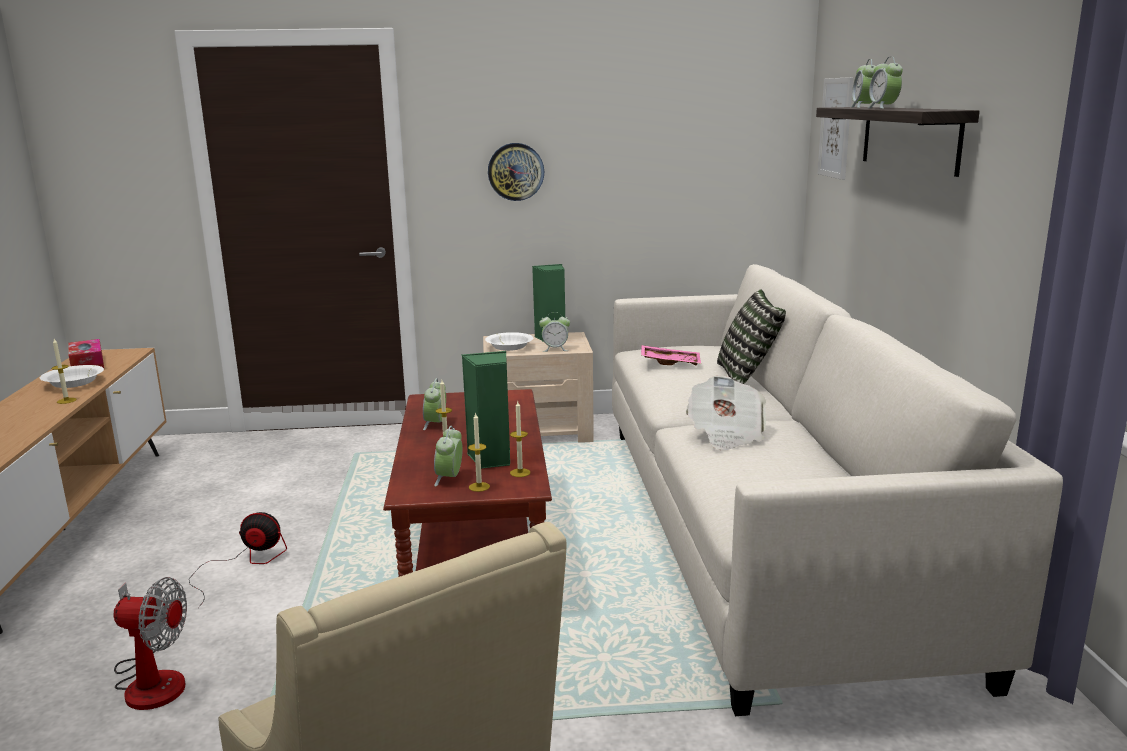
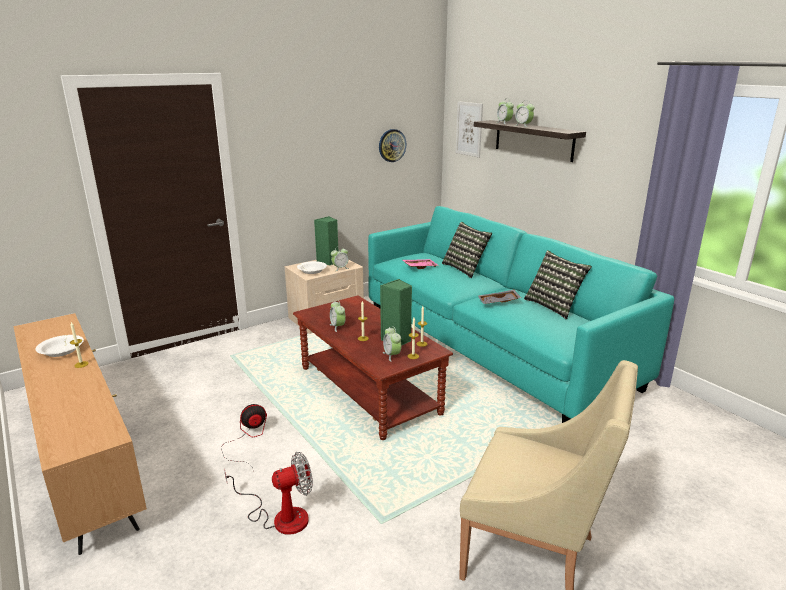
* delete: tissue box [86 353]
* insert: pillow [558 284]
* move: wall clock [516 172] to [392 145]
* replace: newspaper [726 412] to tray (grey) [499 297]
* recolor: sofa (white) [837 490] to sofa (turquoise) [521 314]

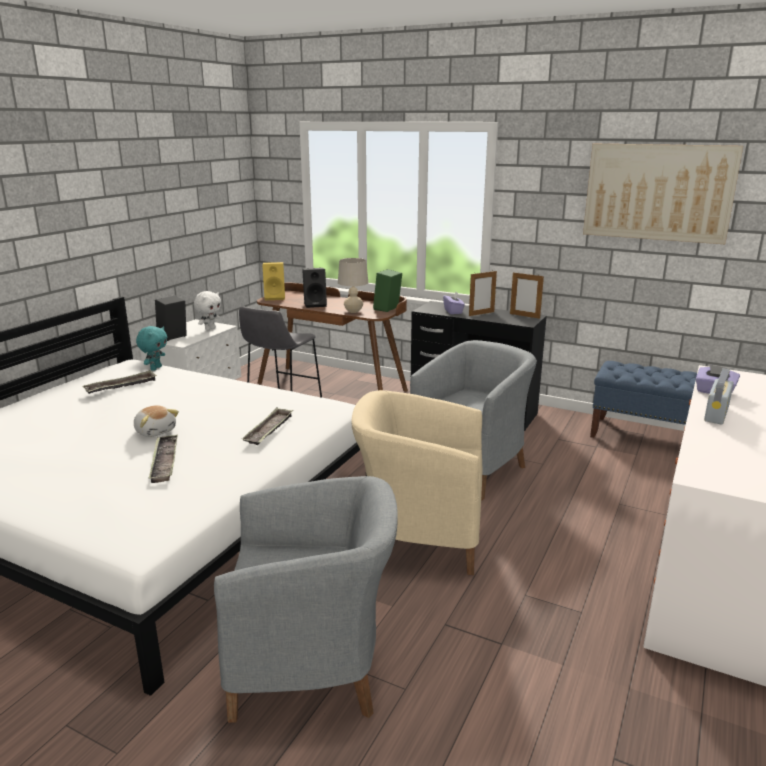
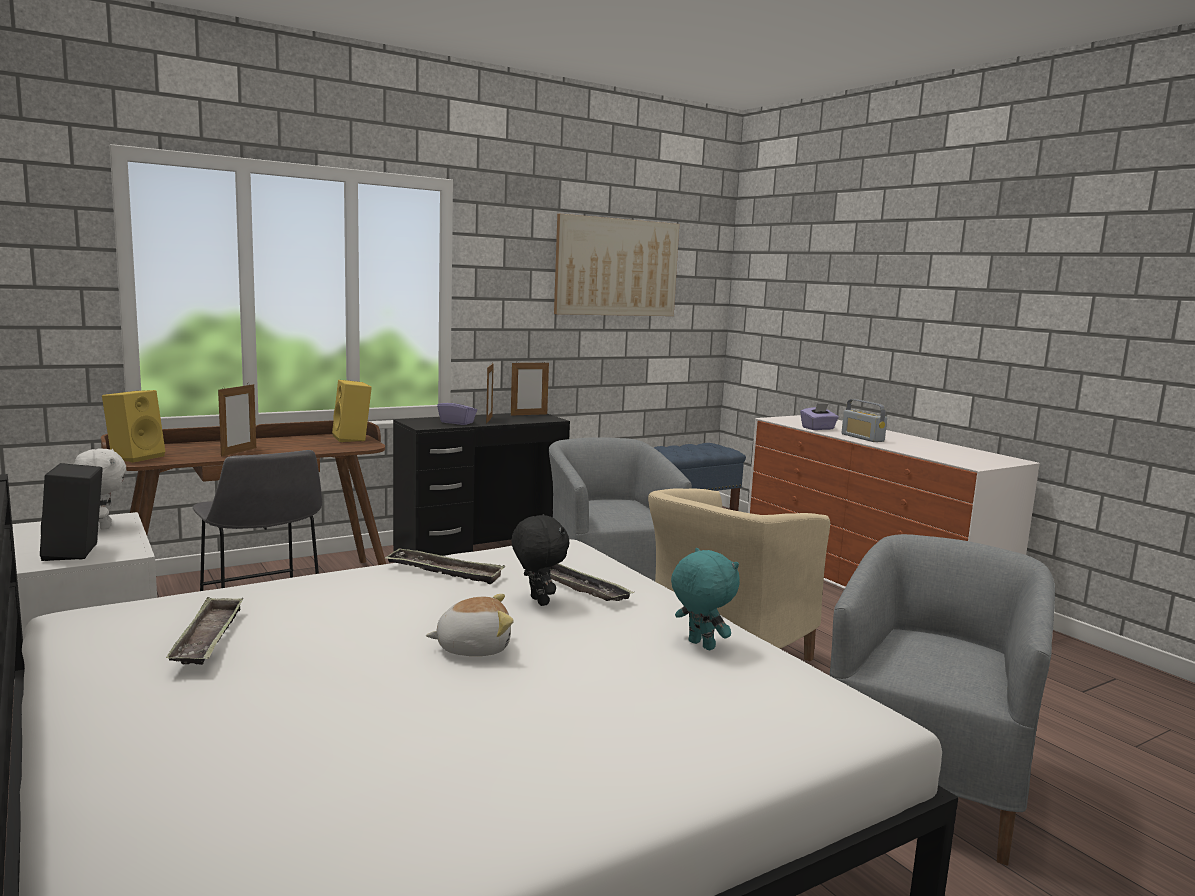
* delete: table lamp (beige) [353 285]
* insert: plush toy (black) [541 560]
* move: plush toy (turquoise) [151 348] to [705 599]
* move: tray [163 459] to [444 566]
* replace: speaker (black) [314 288] to picture frame [237 420]
* recolor: speaker (green) [387 290] to speaker (yellow) [352 411]

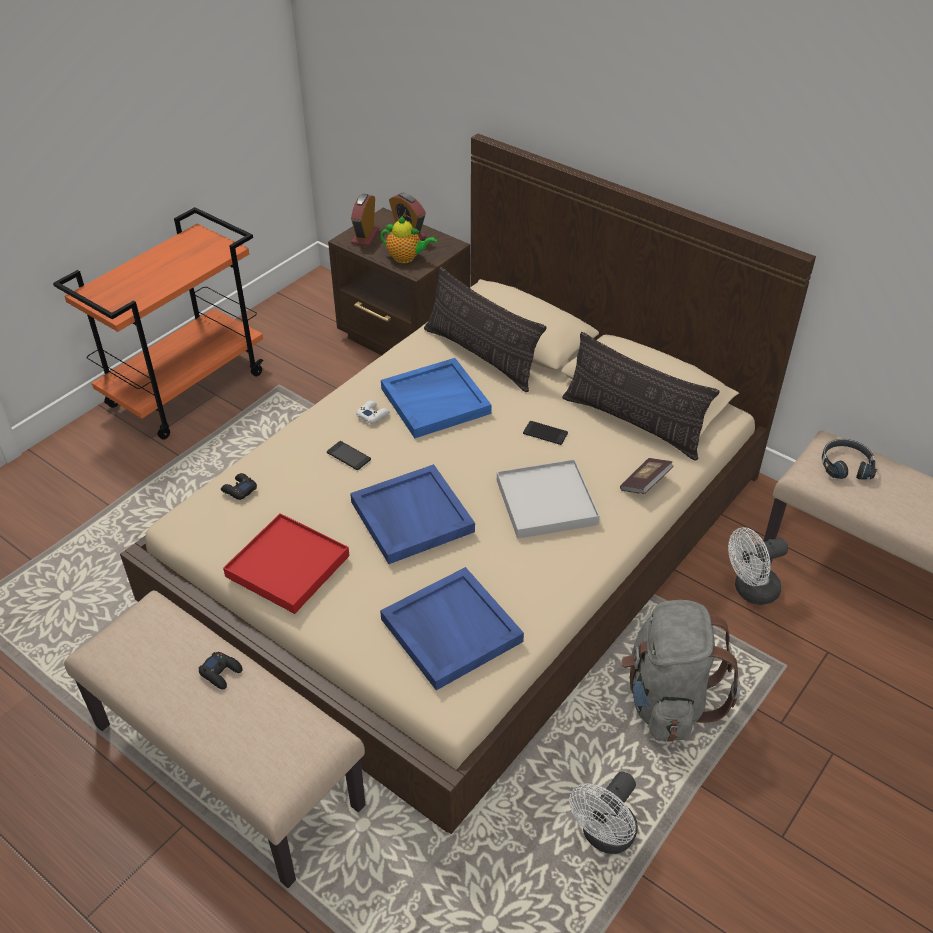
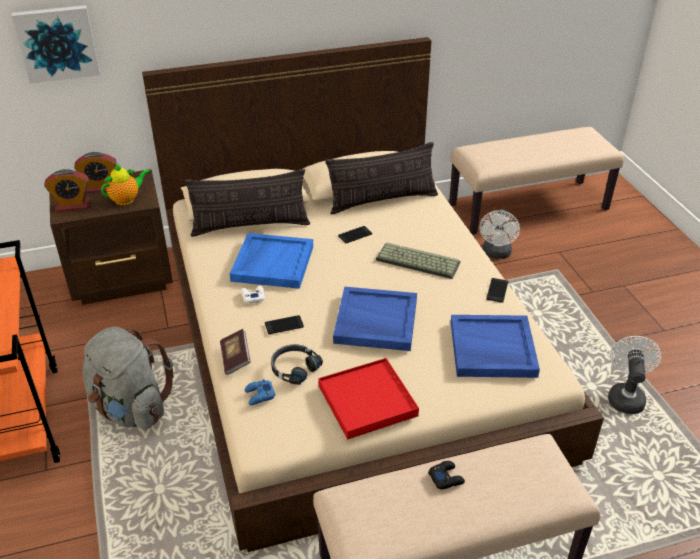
* insert: picture [56 44]
* insert: phone [497 290]
* move: book [647 476] to [235 352]
* move: backpack (grey) [680 671] to [128 378]
* move: headphones (black) [849 459] to [297 364]
* replace: tray (white) [548 499] to keyboard [418 261]
* recolor: game controller (black) [239 486] to game controller (blue) [260 392]
* rotate: alarm clock [365 220] = [66 190] 60 degrees counterclockwise
* rotate: fan (white) [603 812] = [635 375] 150 degrees counterclockwise

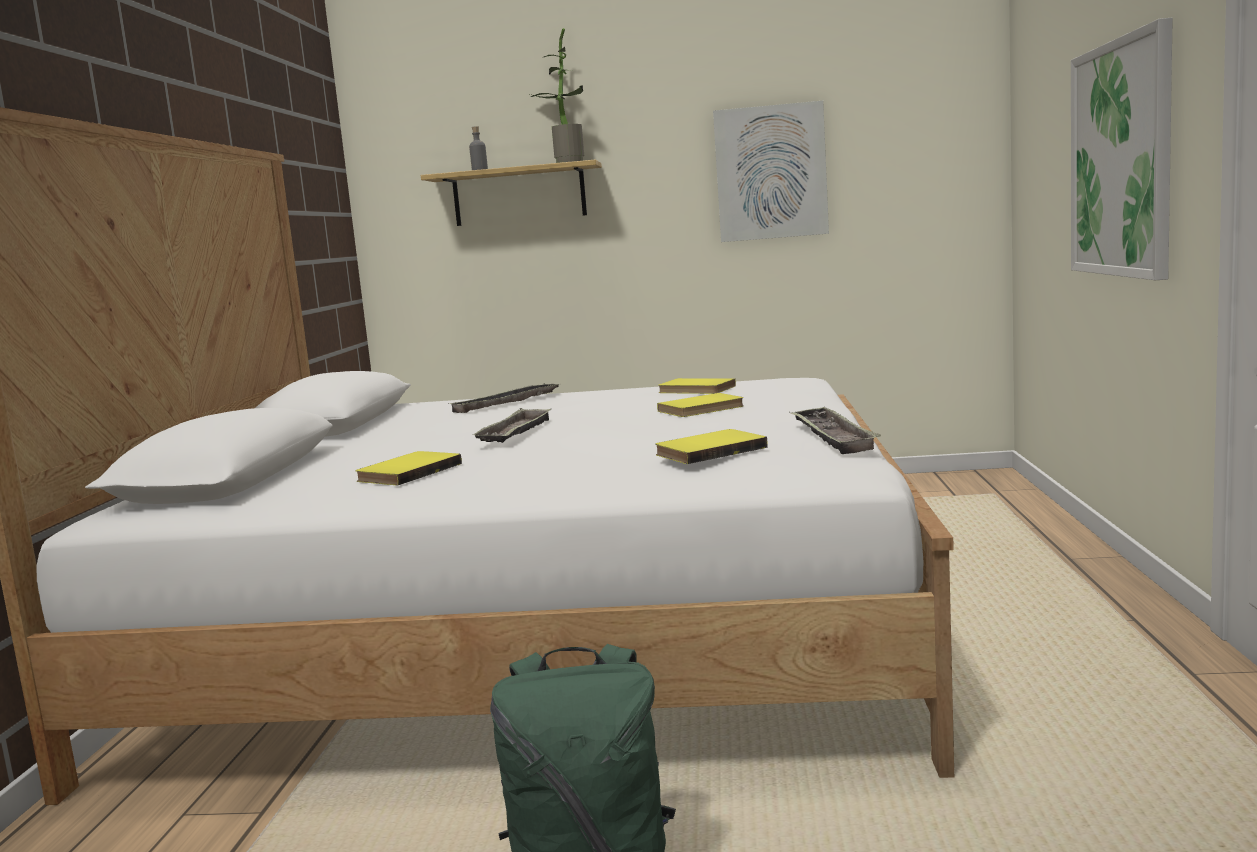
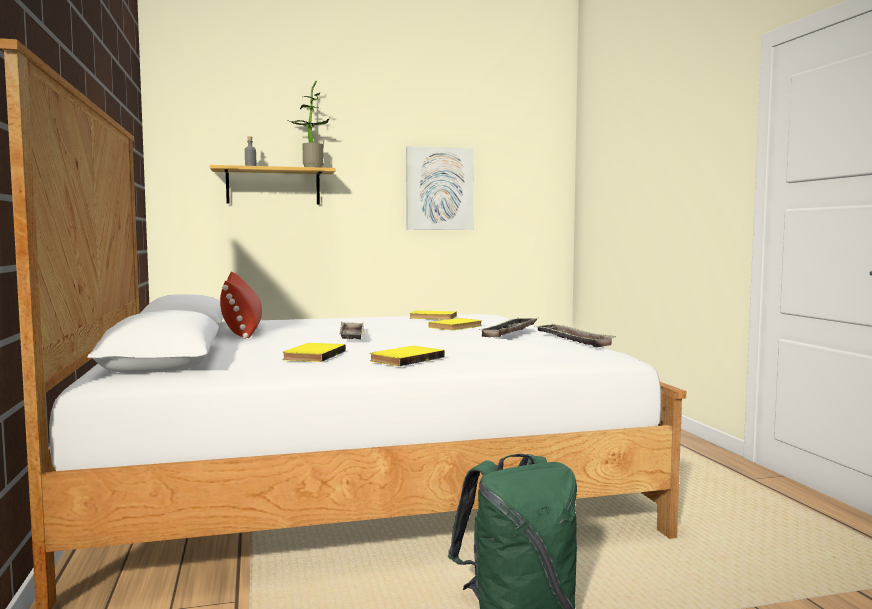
* delete: picture [1122 149]
* insert: pillow (red) [241 305]
* move: tray [505 398] to [508 327]
* move: book (yellow) [711 446] to [407 356]

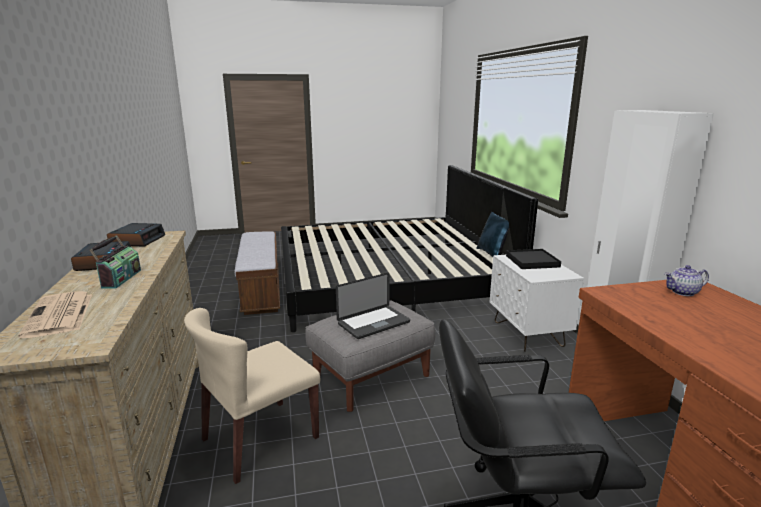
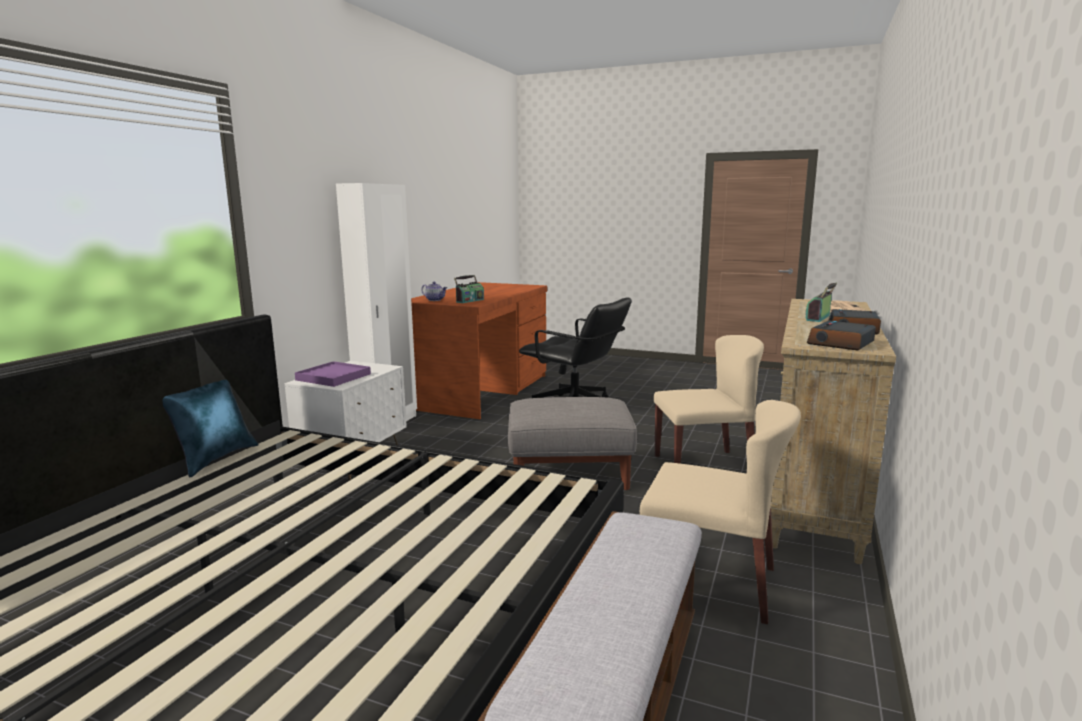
* delete: laptop [373 306]
* insert: radio [469 289]
* insert: chair (beige) [720 512]
* recolor: tray (black) [533 259] to tray (purple) [333 374]

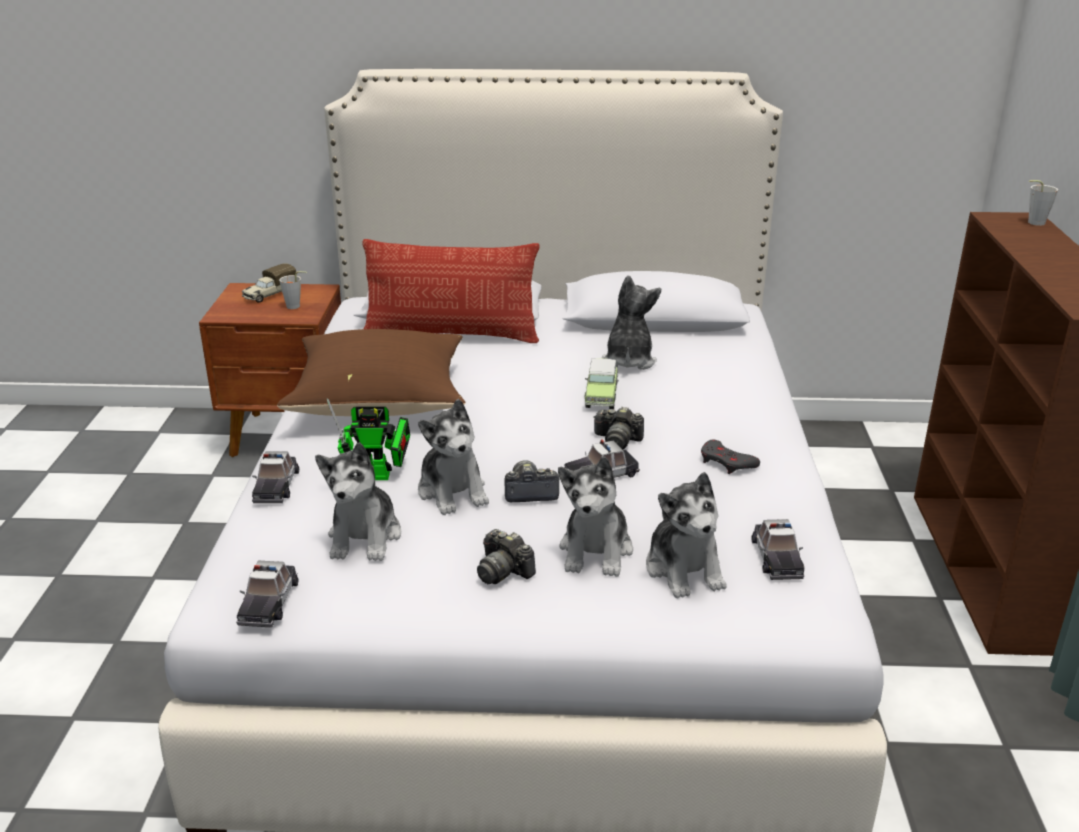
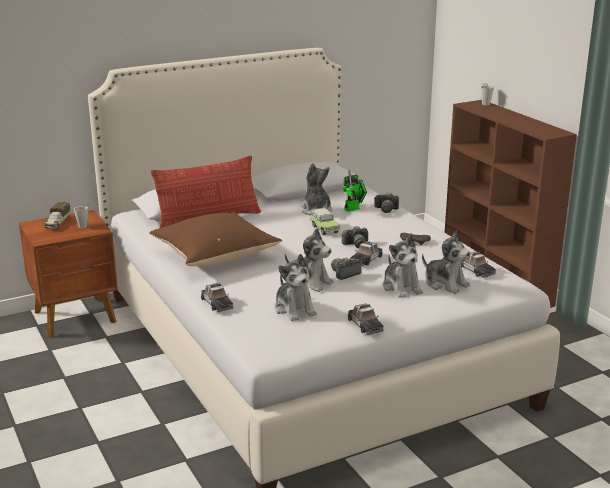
* move: toy car [267 594] to [366 319]
* move: toy robot [368 439] to [355 191]
* move: photo camera [506 556] to [386 203]

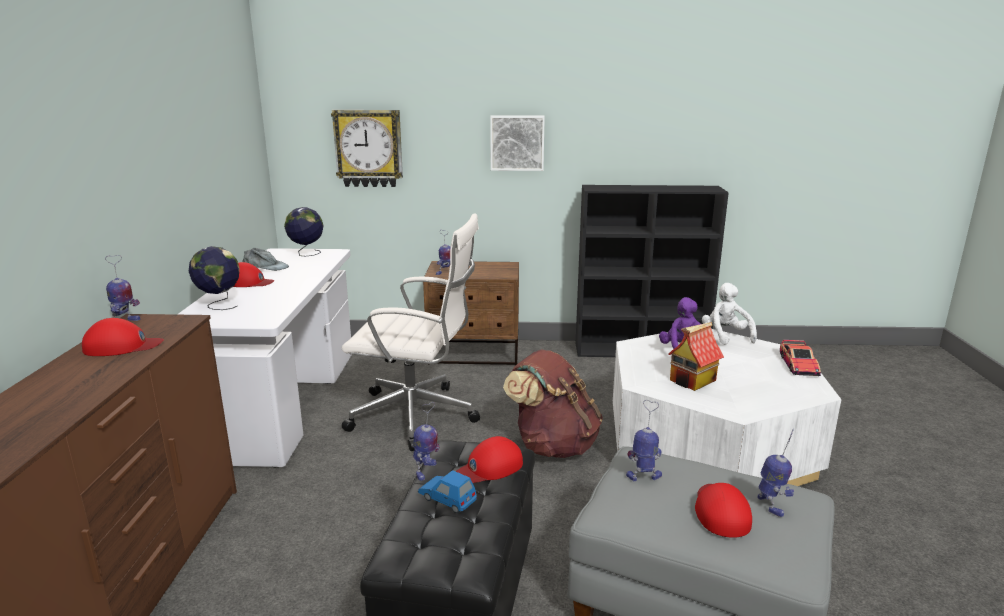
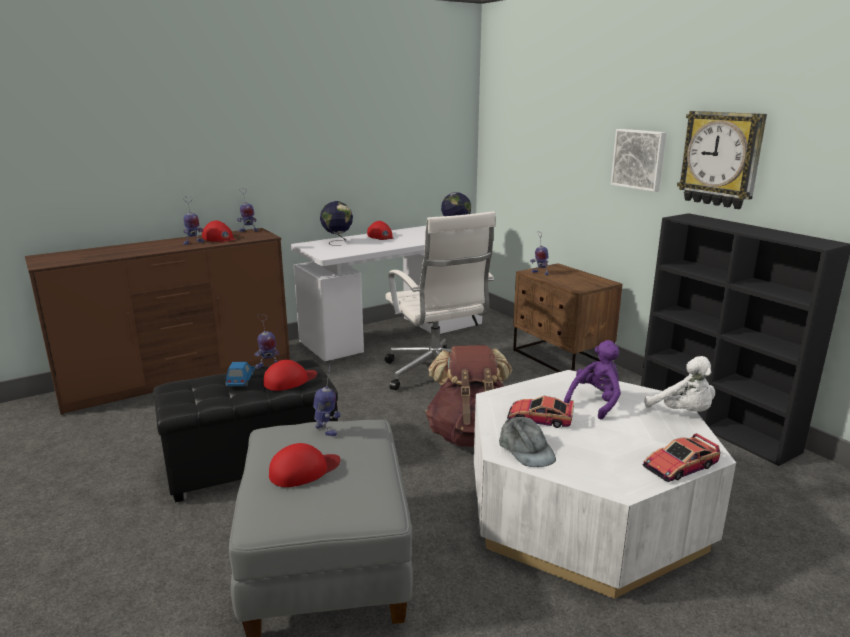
* move: cap (grey) [265 259] to [527 442]
* move: wall clock [367 148] to [722 160]
* move: toy robot [775 473] to [193 221]
* replace: toy house [696 356] to toy car [540 412]
* rotate: cap (red) [489 459] = [290 375] 120 degrees clockwise
* rotate: plush toy (white) [729 314] = [679 384] 105 degrees clockwise

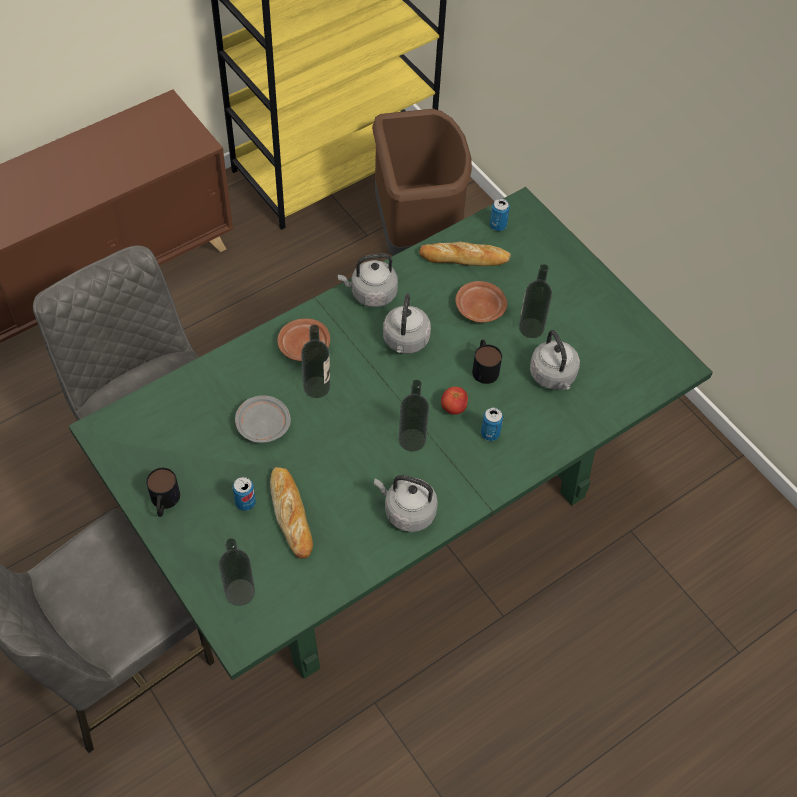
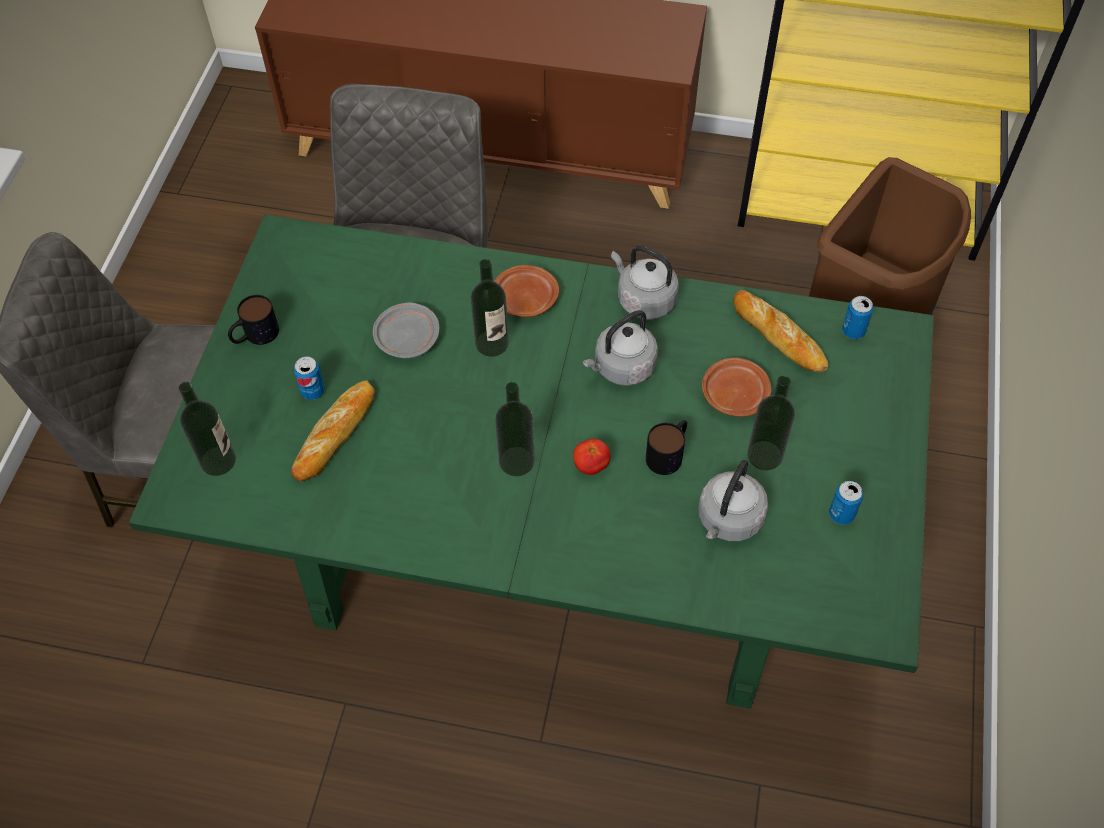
* delete: kettle (grey) [406 503]
* move: can [492 424] to [846 503]

